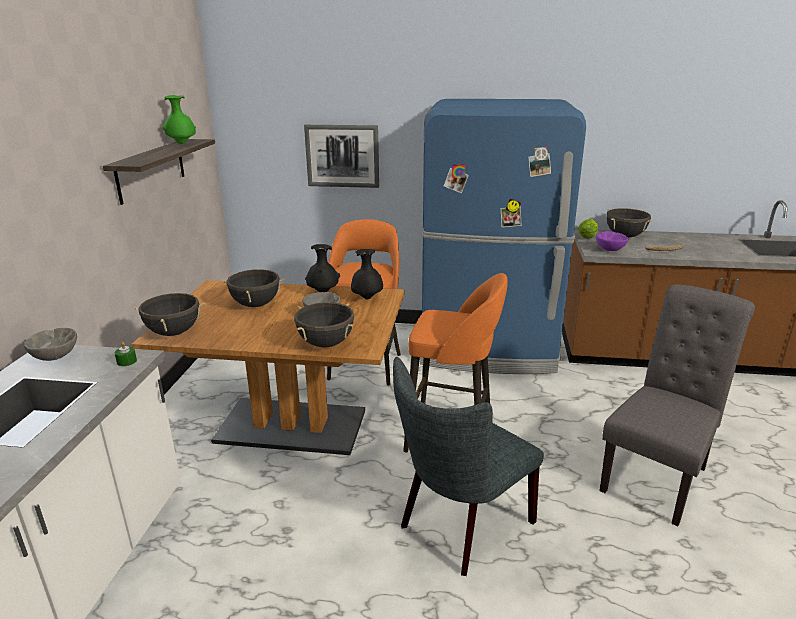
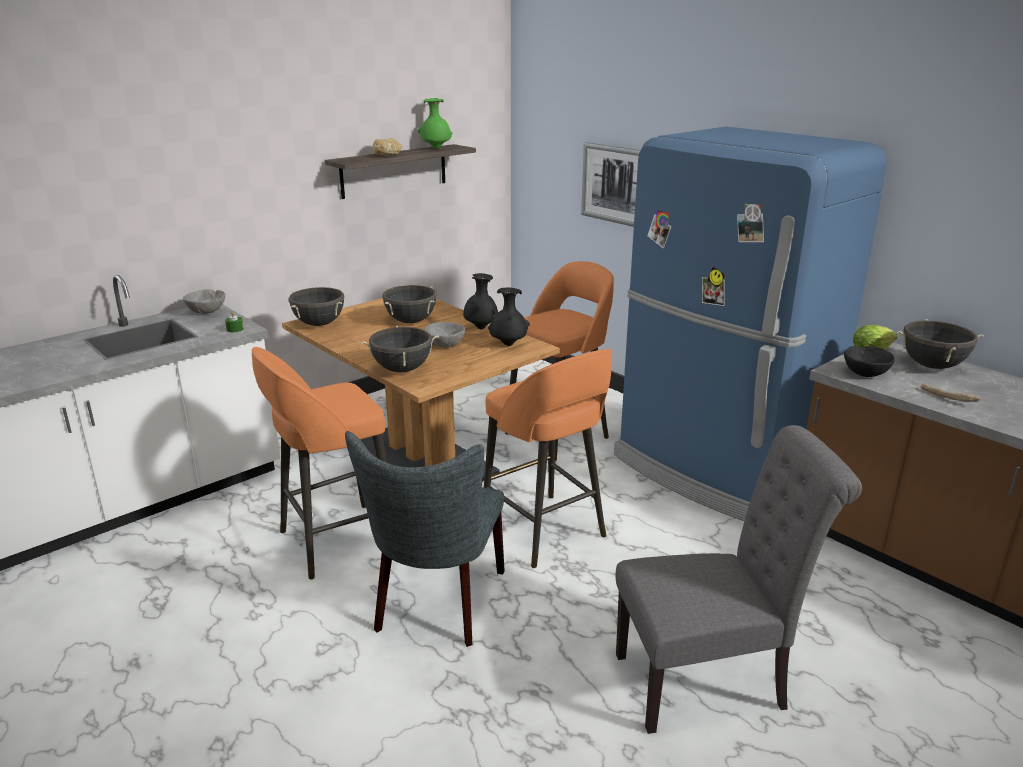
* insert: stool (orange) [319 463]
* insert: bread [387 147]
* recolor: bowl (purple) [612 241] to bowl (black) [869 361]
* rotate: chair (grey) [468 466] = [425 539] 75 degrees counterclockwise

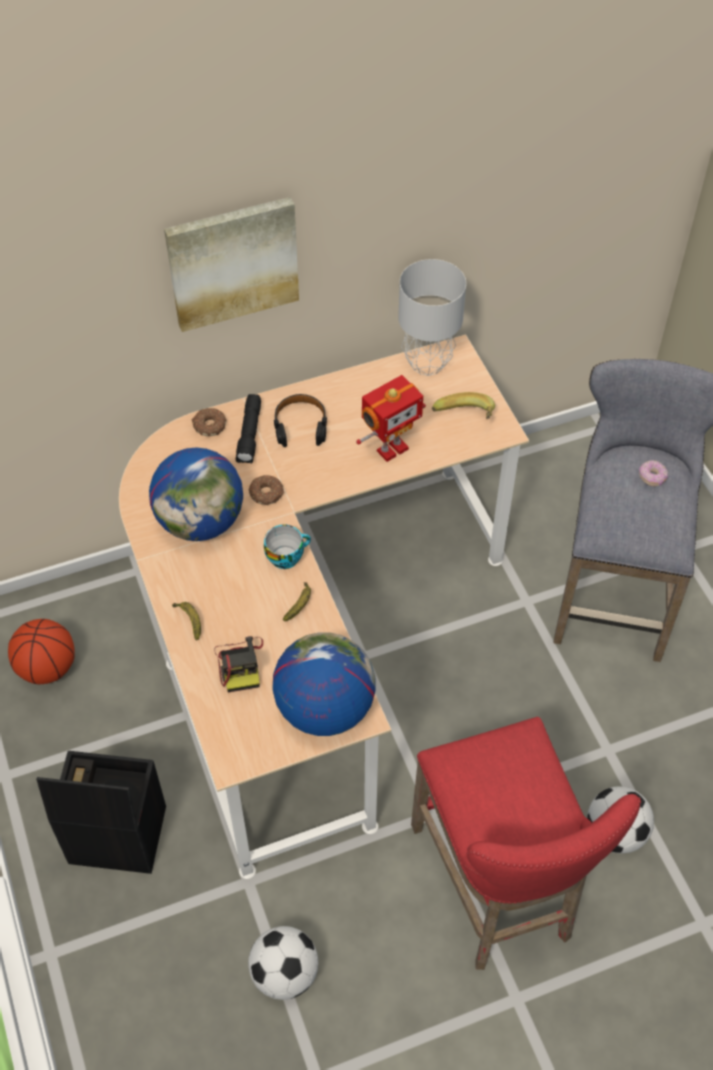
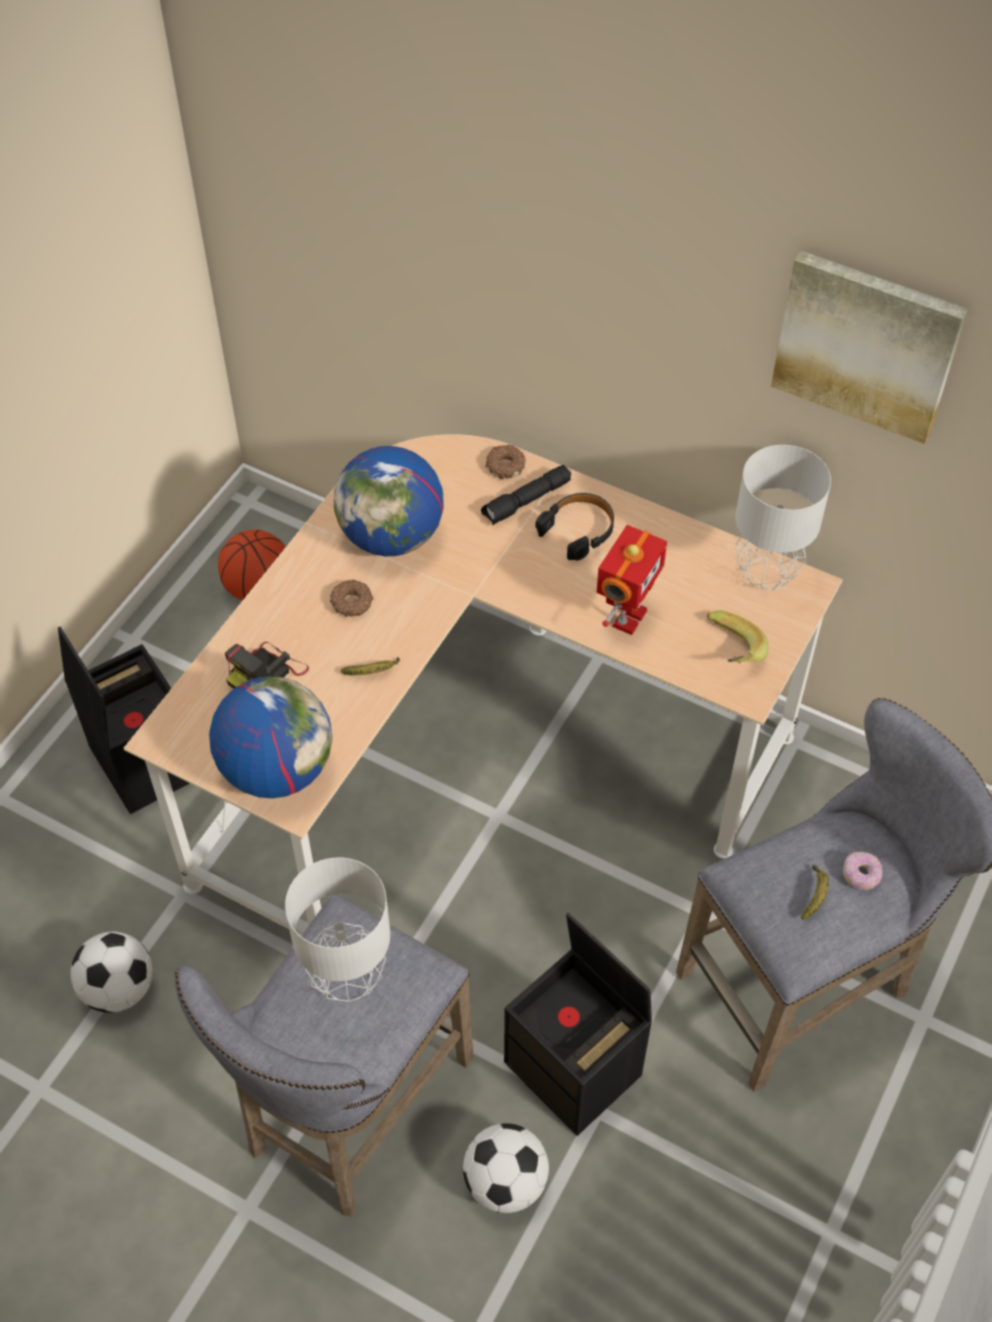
* delete: cup [287 547]
* insert: table lamp (grey) [337 929]
* insert: storage box (black) [578 1024]
* move: picture [231 264] to [869 347]
* move: banana [186 621] to [815 892]
* move: donut [266 490] to [352 598]
* recolor: stool (red) [526 843] to stool (grey) [323 1055]
* rotate: toy robot [391 418] = [632 580] 75 degrees counterclockwise

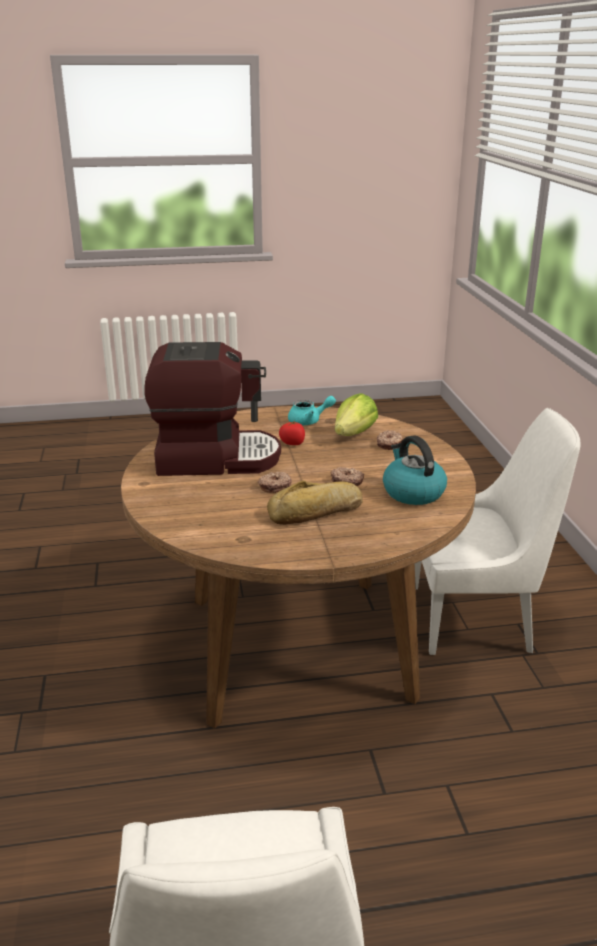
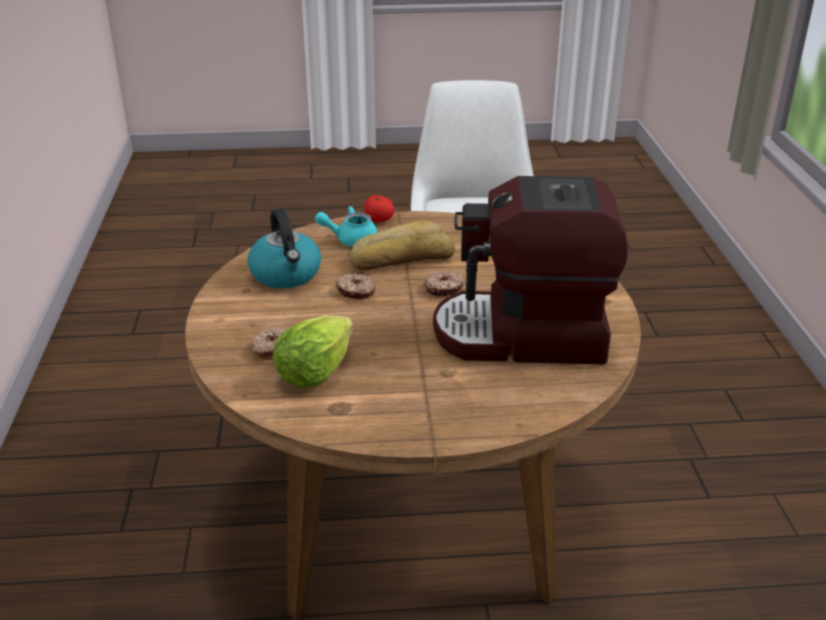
* delete: chair (white) [498 531]
* move: tomato [292 432] to [379 209]
* move: teapot (turquoise) [312 410] to [346 226]

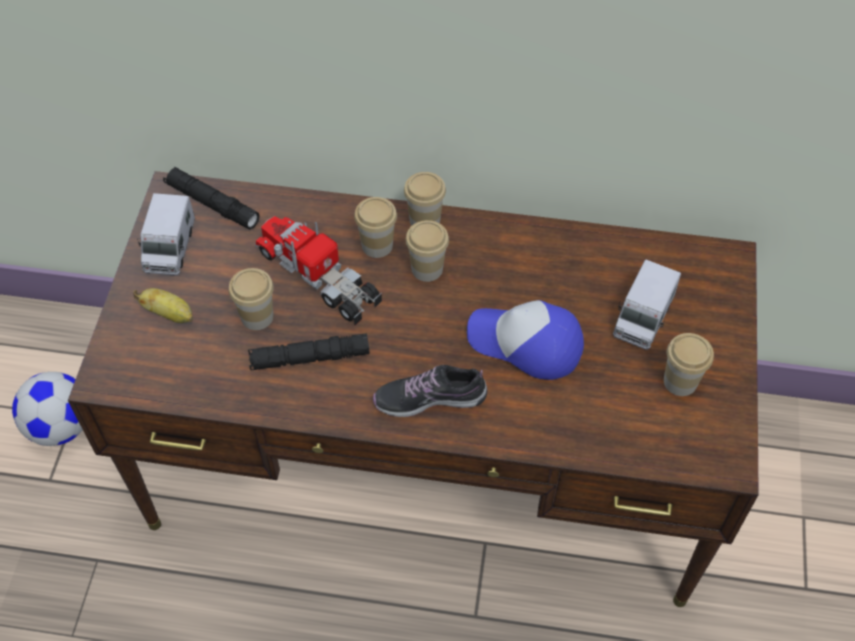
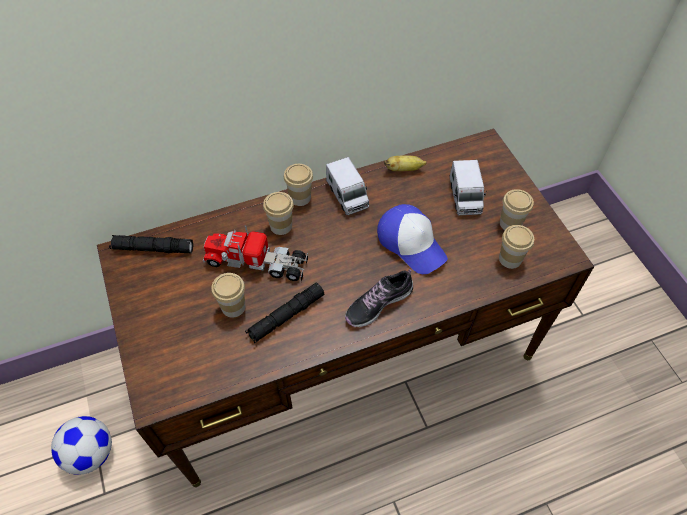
* move: banana [163 305] to [405 163]
* move: toy truck [166 234] to [347 186]
* move: cup [427 251] to [516 247]
* rotate: cap [525 340] = [412 239] 120 degrees counterclockwise

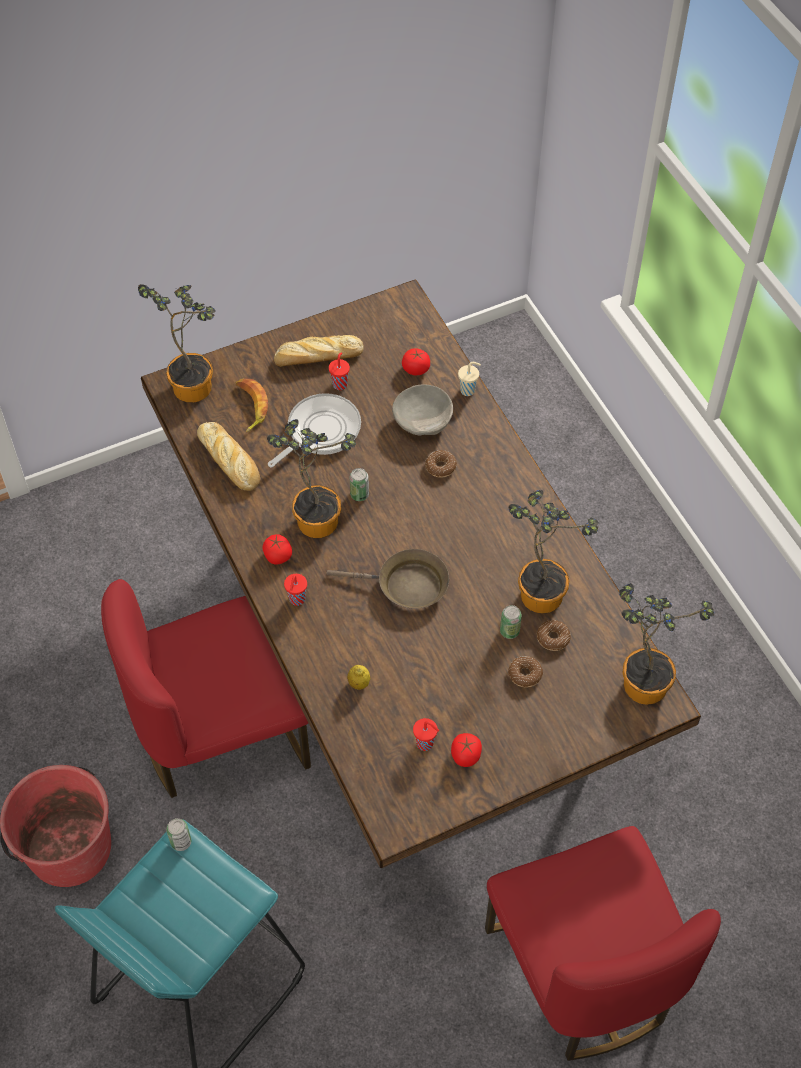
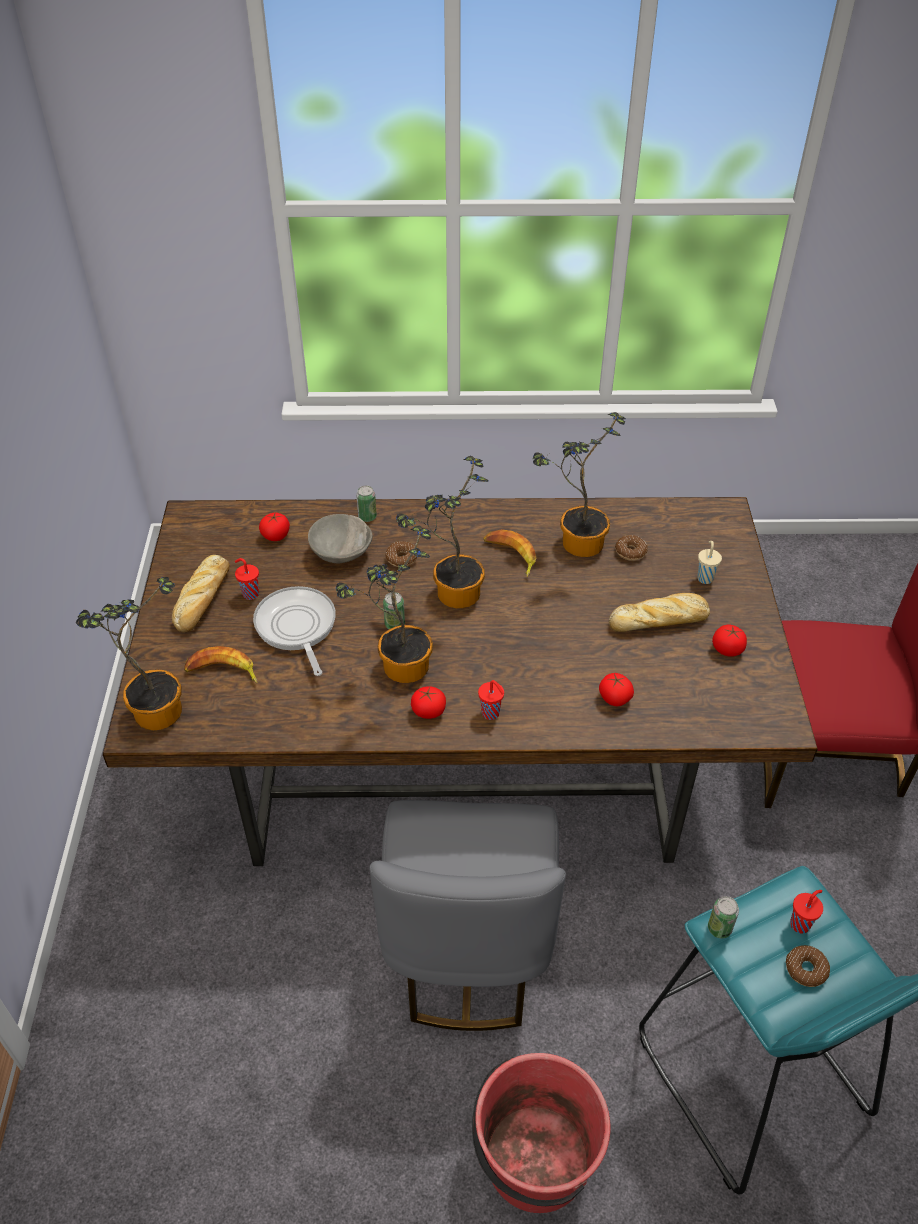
* delete: frying pan (brown) [387 579]
* insert: banana [509 553]
* move: bread [228 456] to [659 612]
* move: cup (red) [426 734] to [806 911]
* move: cup (beige) [469 379] to [709 562]
* move: can [511 622] to [366 504]
* move: donut [525 672] to [808 966]
* move: potted plant [666 644] to [442 532]
* replace: lemon [358 677] to tomato [616 689]
* recolor: chair (red) [206 688] to chair (grey) [468 915]

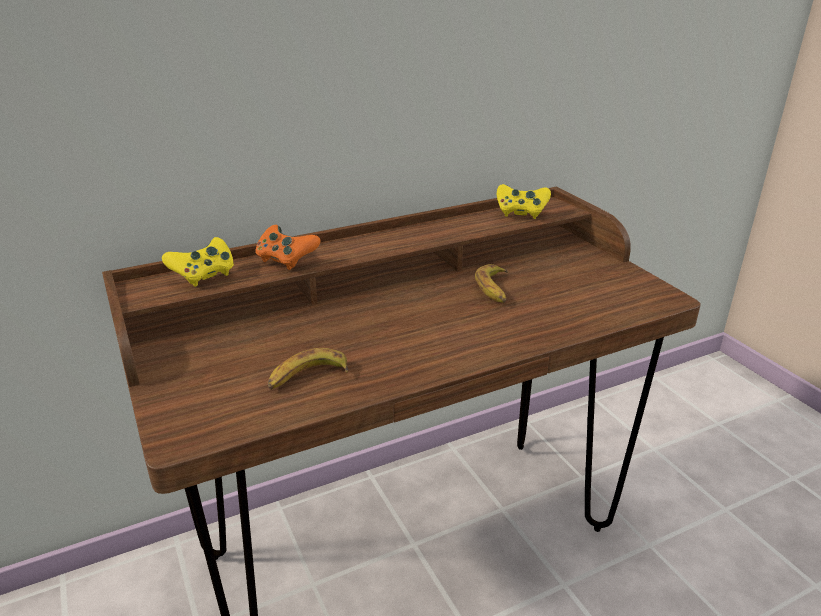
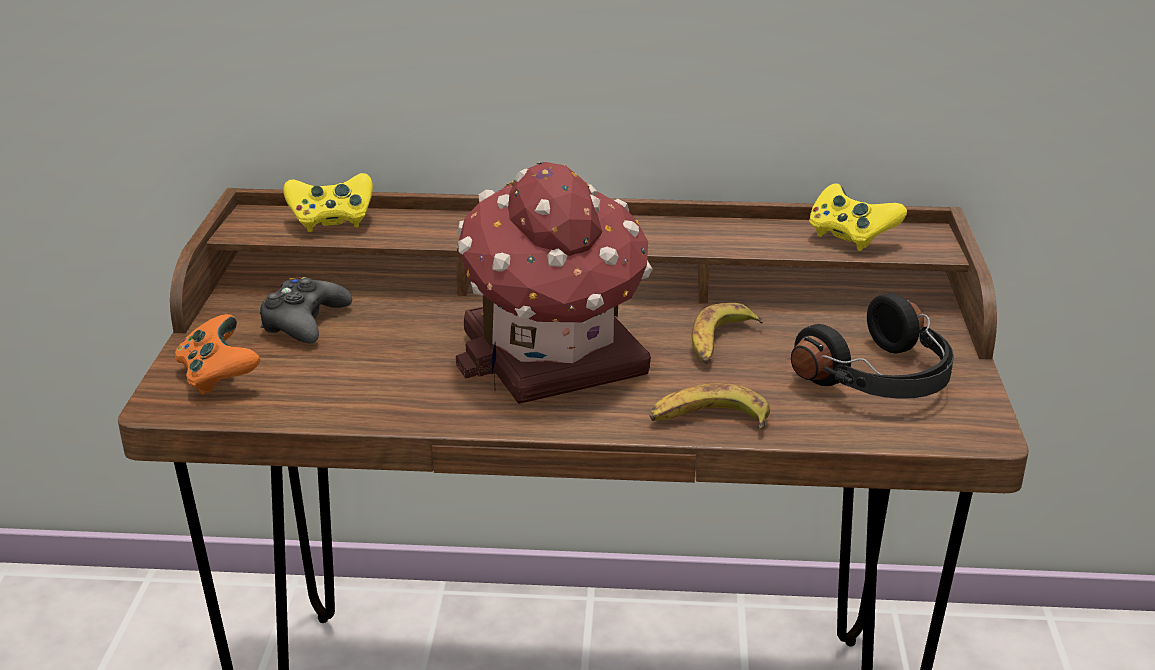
* insert: game controller (black) [306 310]
* insert: toy house [554 283]
* insert: headphones (black) [872 346]
* move: game controller (orange) [288 247] to [217 354]
* move: banana [308 369] to [709 406]

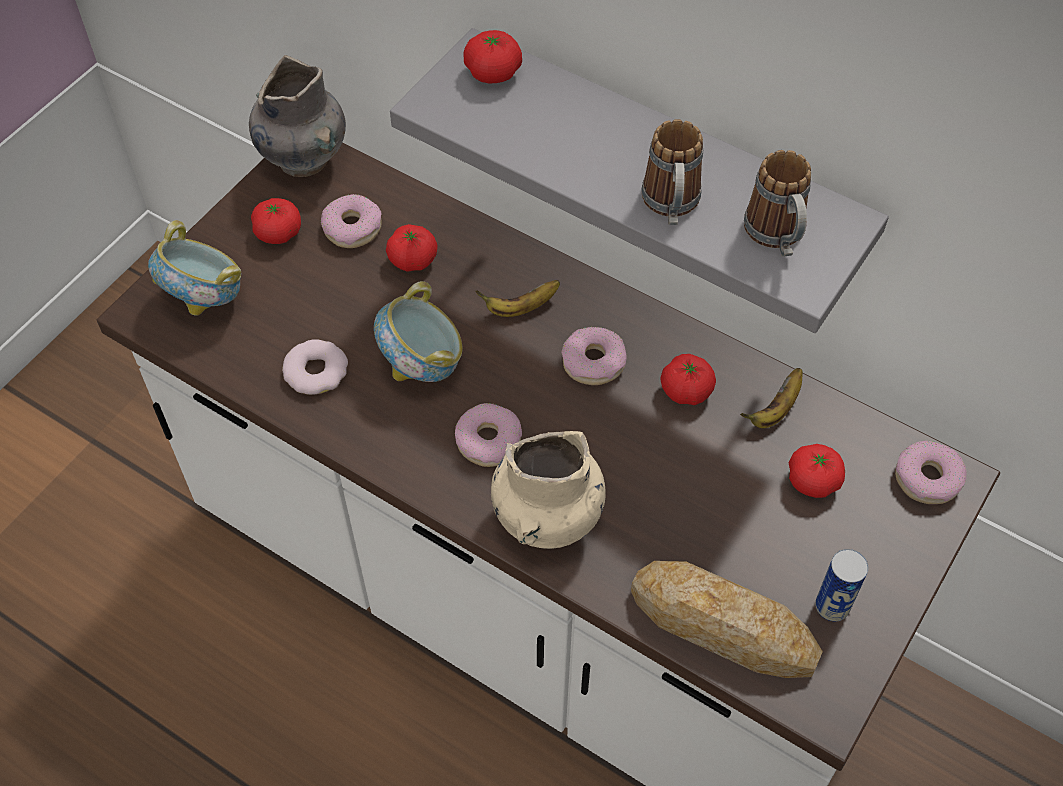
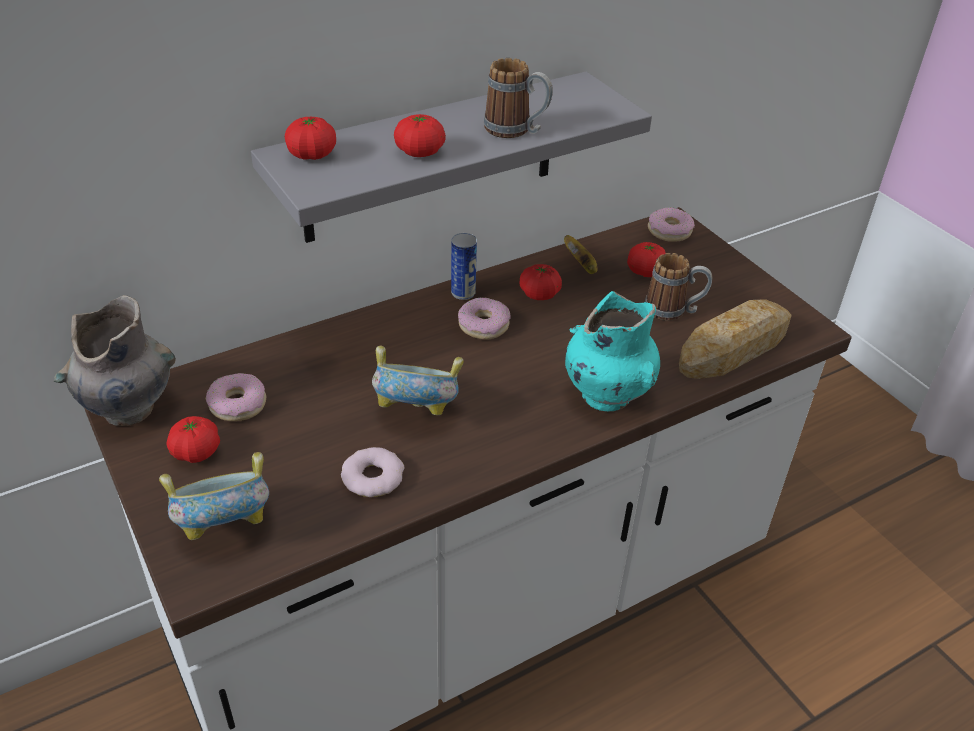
* delete: donut [488 435]
* delete: banana [517 298]
* move: tomato [412 248] to [420 135]
* move: mug [777 203] to [679 287]
* move: can [841 585] to [464 266]
* recolor: vase (beige) [548 490] to vase (turquoise) [612 351]

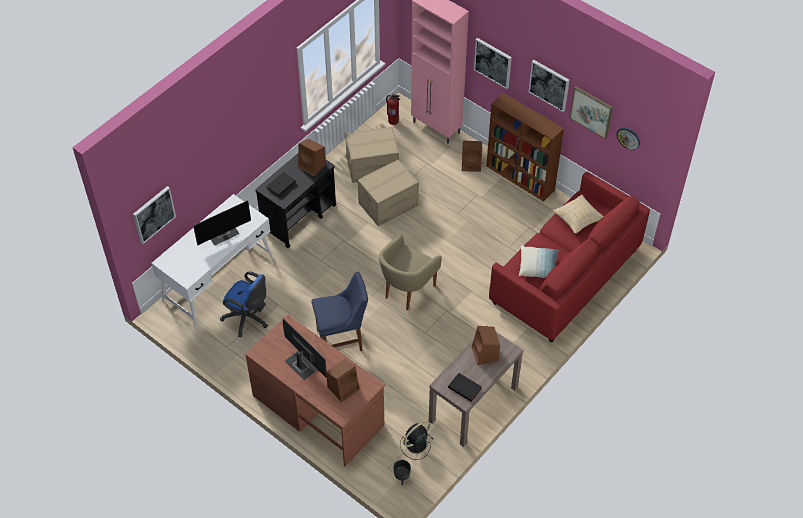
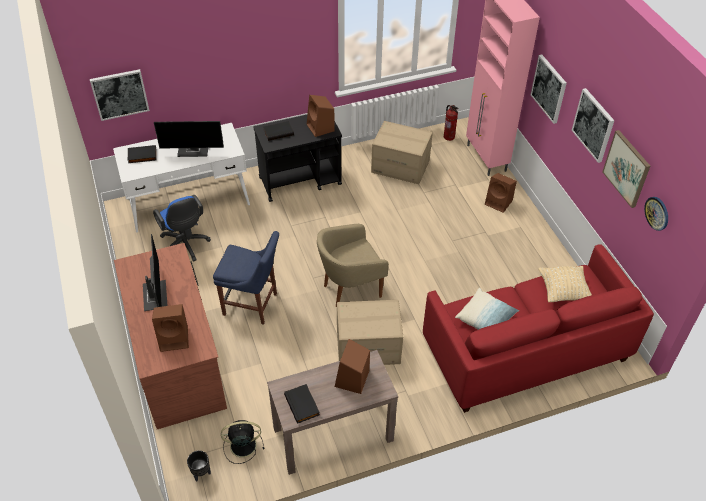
* delete: bookcase (brown) [525 147]
* insert: book (black) [142 154]
* move: cardboard box [388 193] to [370 332]

